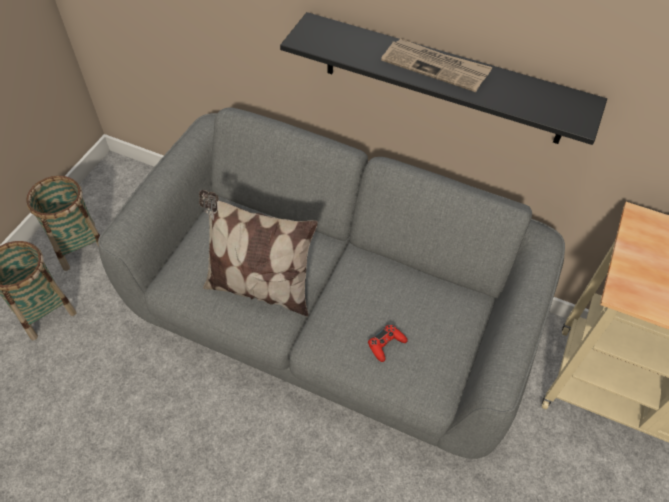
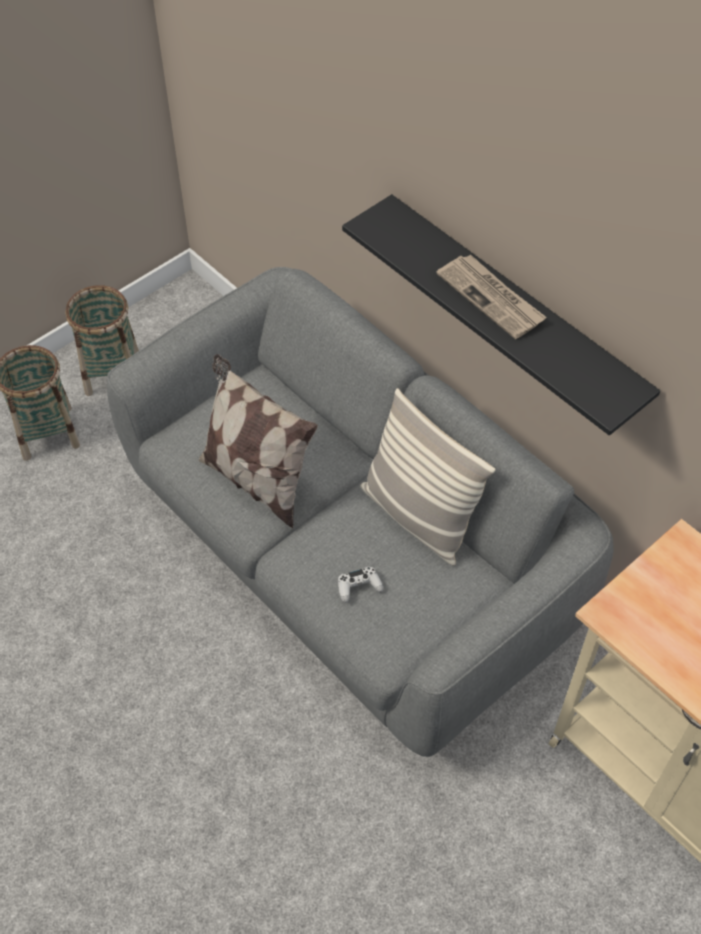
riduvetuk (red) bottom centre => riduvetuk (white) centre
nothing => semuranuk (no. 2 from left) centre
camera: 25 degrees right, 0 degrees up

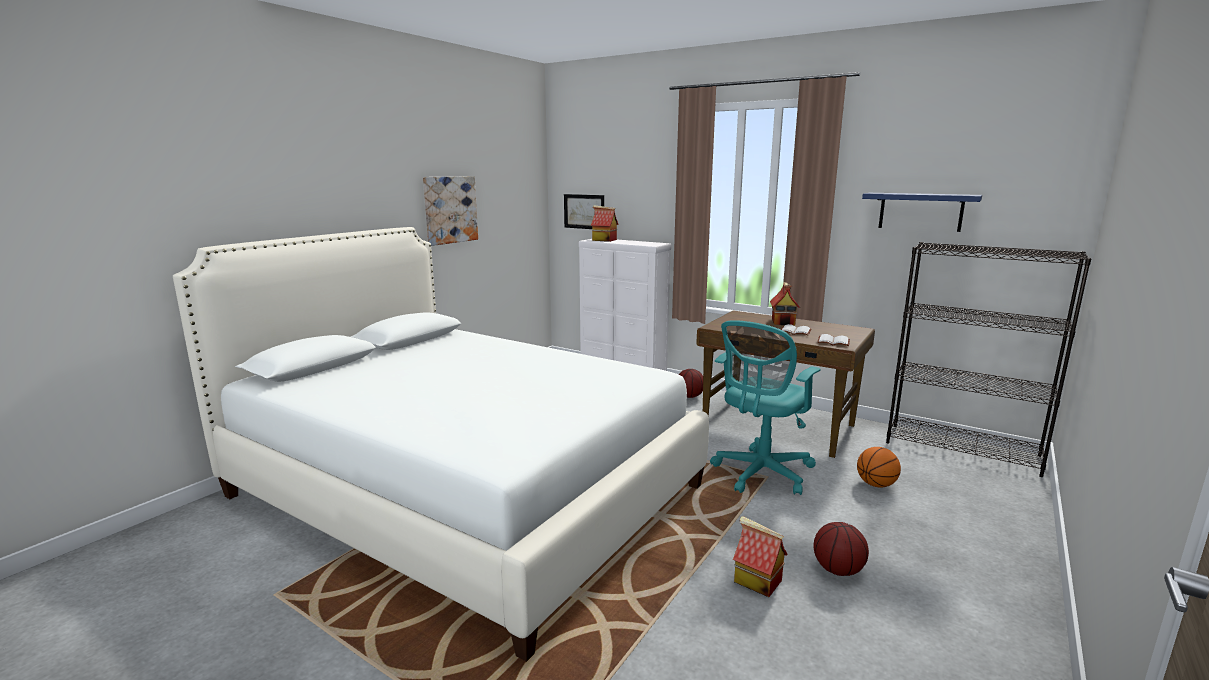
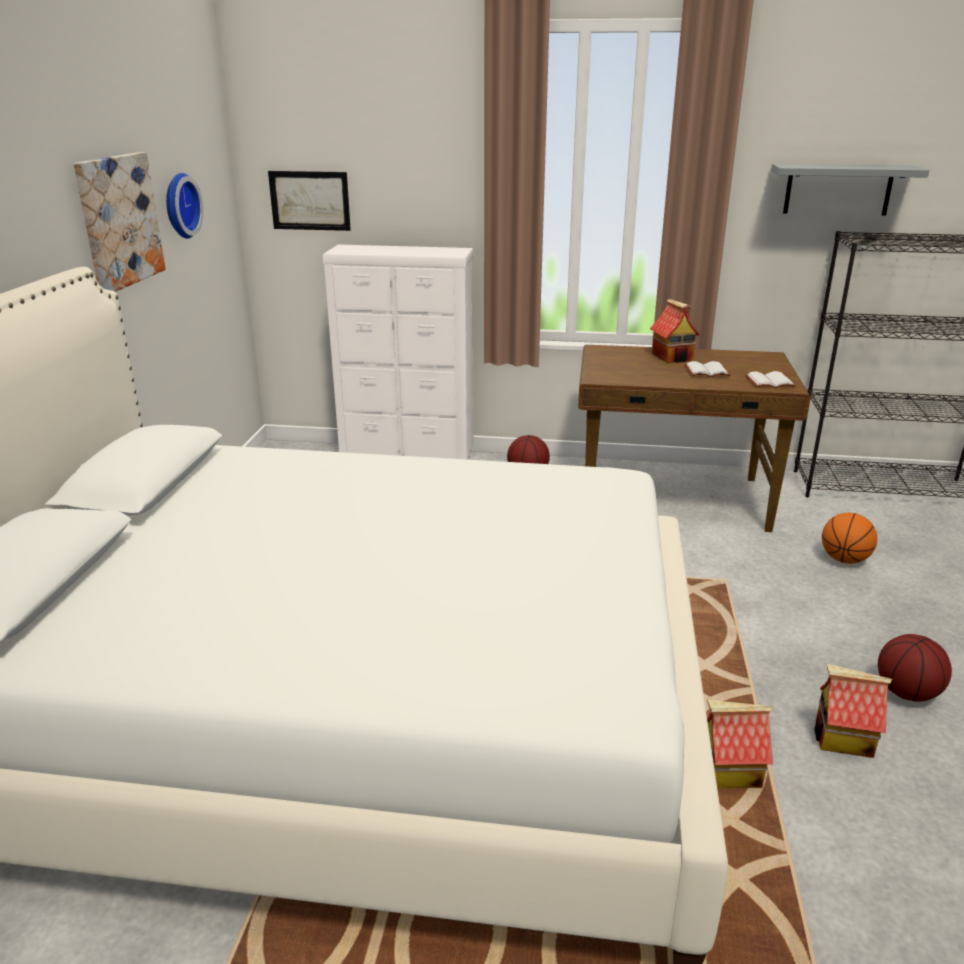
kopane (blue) top right => kopane (grey) top right
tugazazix (no. 1 from left in the first image) top centre => tugazazix (no. 2 from left) bottom right, shifted
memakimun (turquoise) centre => nothing
nothing => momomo top left
camera: 25 degrees left, 10 degrees up

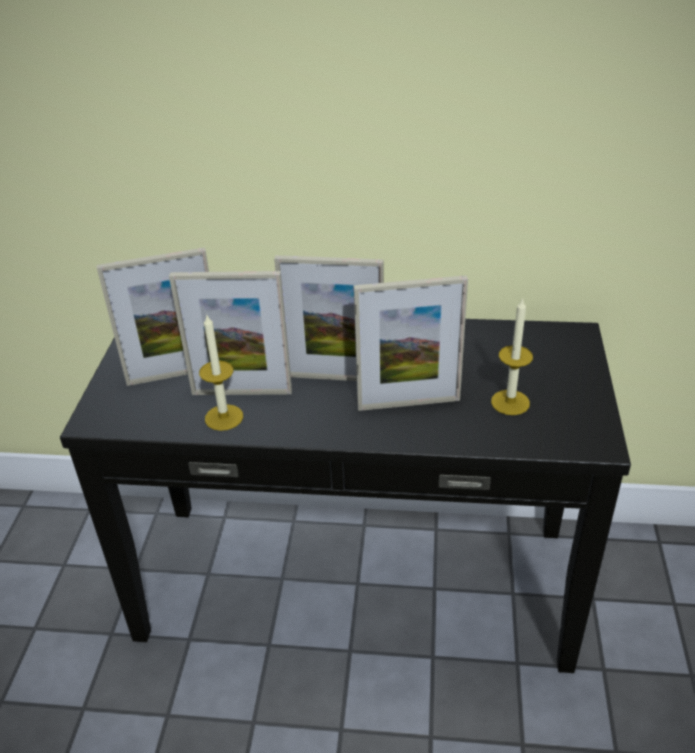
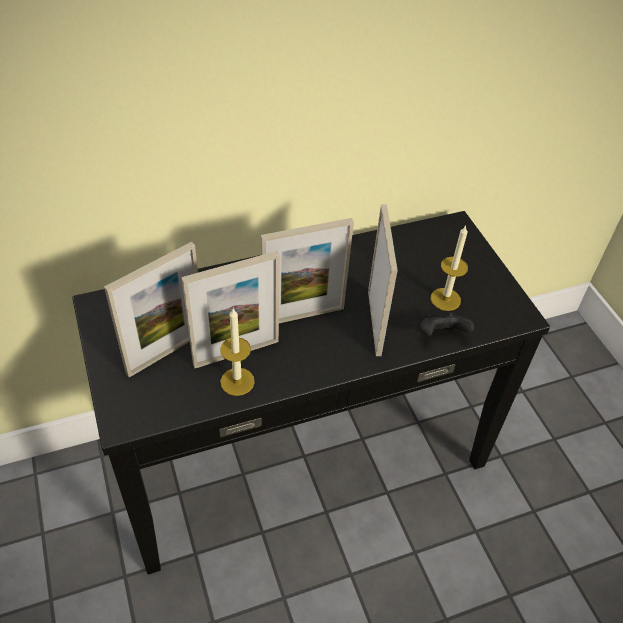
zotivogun (no. 4 from left) centre, 60 degrees counterclockwise
nothing => riduvetuk (black) middle right
camera: 30 degrees left, 10 degrees up

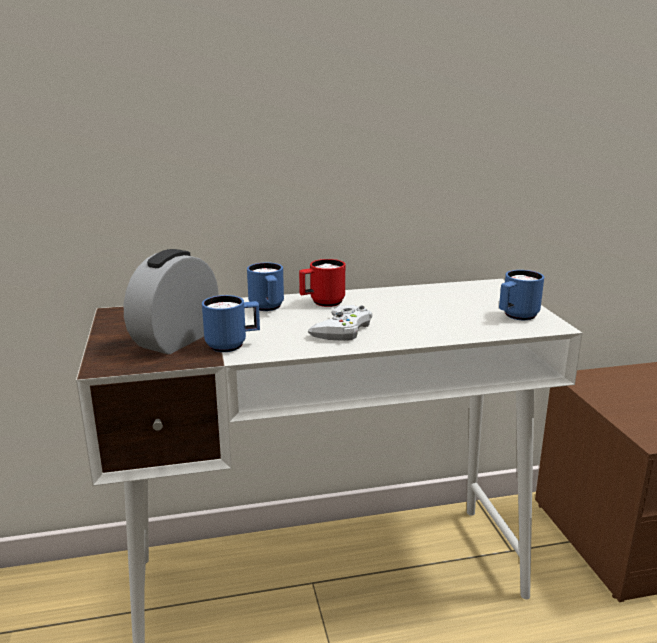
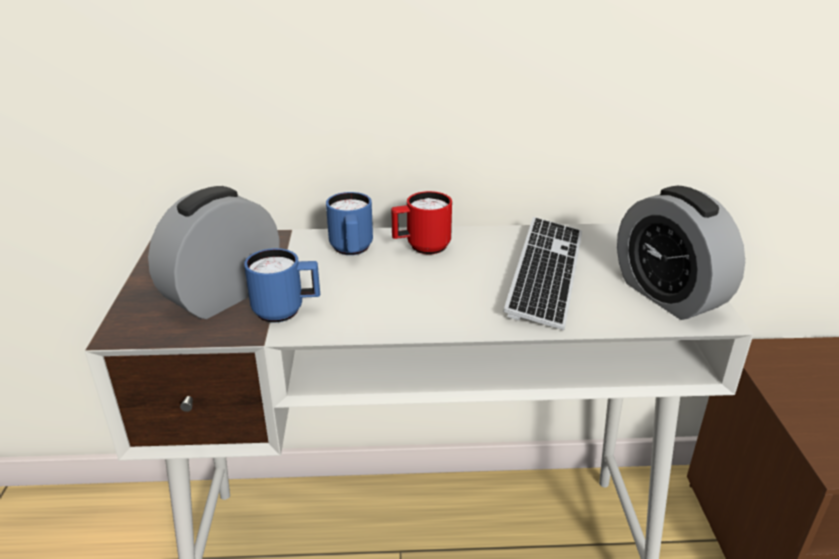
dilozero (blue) (no. 3 from left) middle right => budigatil (no. 2 from left) middle right
riduvetuk (white) centre => nothing
nothing => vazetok centre
camera: 10 degrees right, 10 degrees up

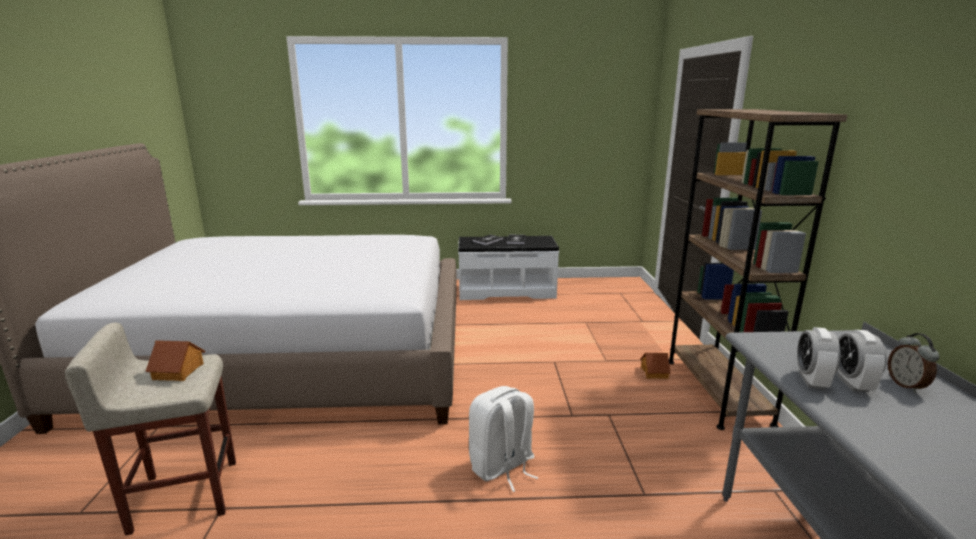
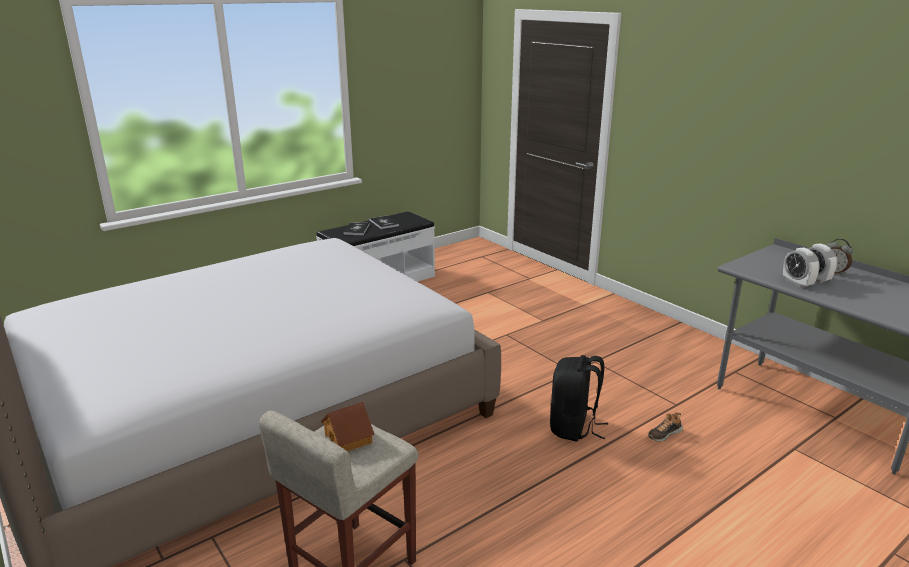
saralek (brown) middle right => nothing
tugazazix (no. 2 from left) bottom right => nothing
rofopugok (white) bottom centre => rofopugok (black) bottom centre
nothing => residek bottom right
camera: 35 degrees left, 5 degrees up

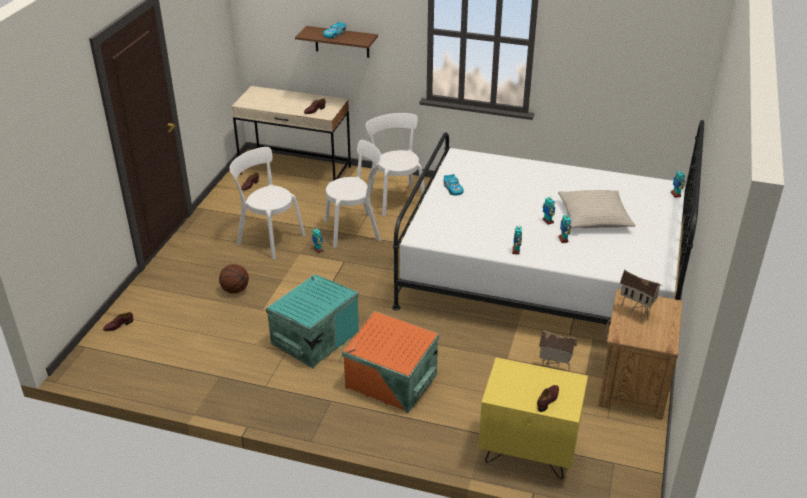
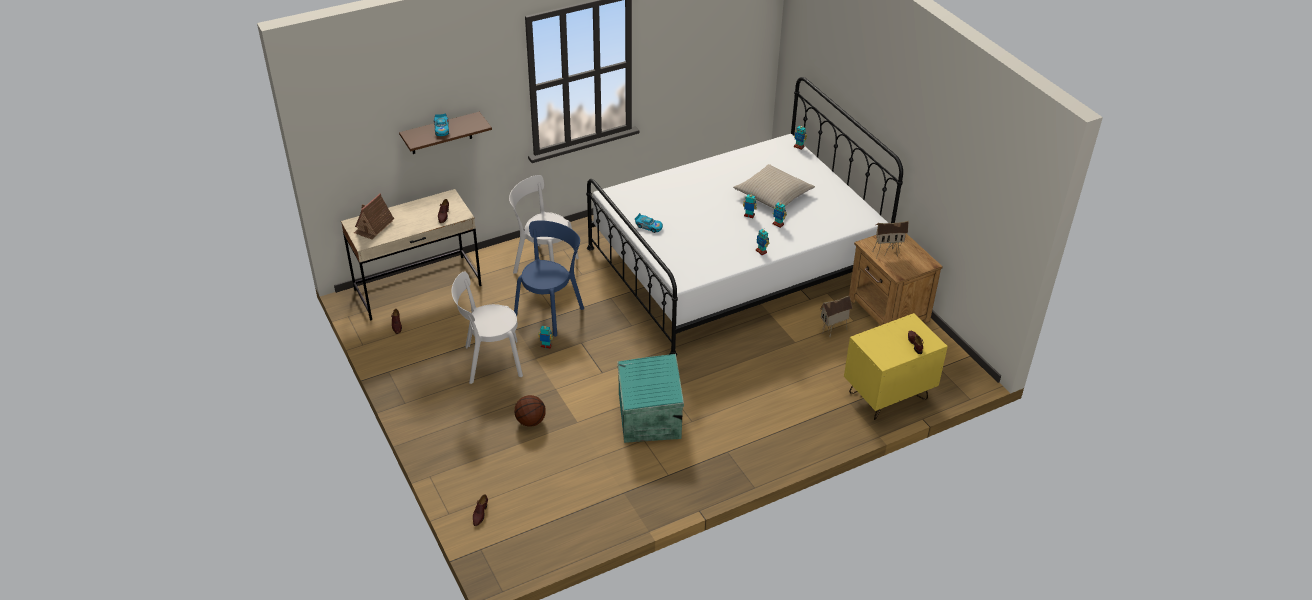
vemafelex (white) (no. 2 from left) centre => vemafelex (blue) centre
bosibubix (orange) bottom centre => nothing
nothing => tugazazix (no. 1 from left) middle left
camera: 45 degrees left, 5 degrees up

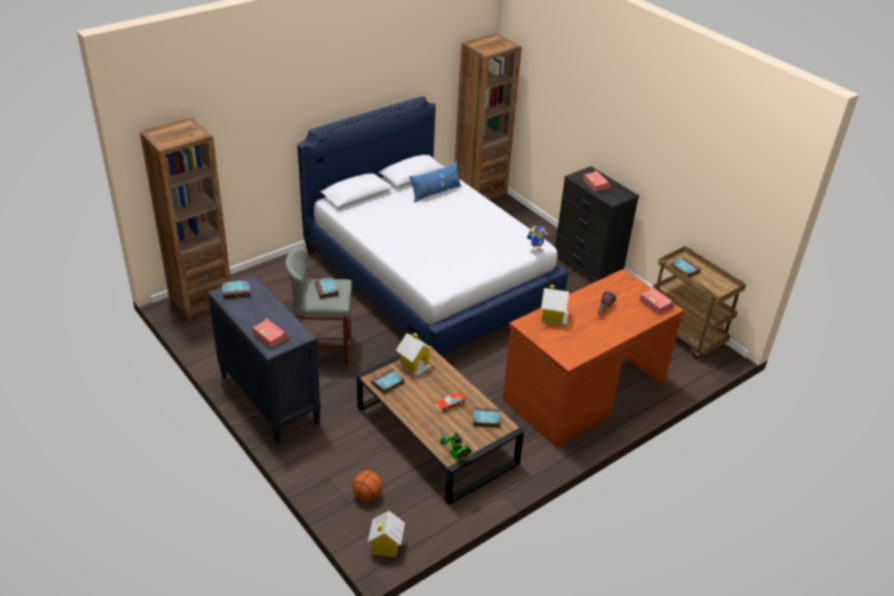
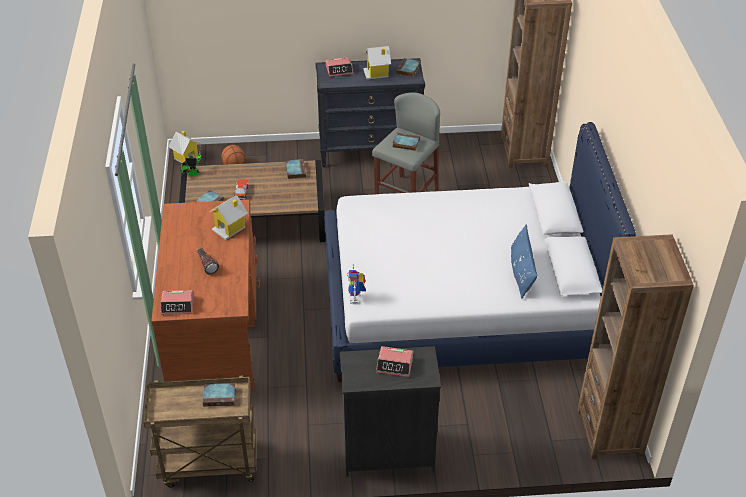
tugazazix (no. 2 from left in the first image) centre => tugazazix (no. 3 from left) top centre, shifted
camera: 125 degrees right, 5 degrees up

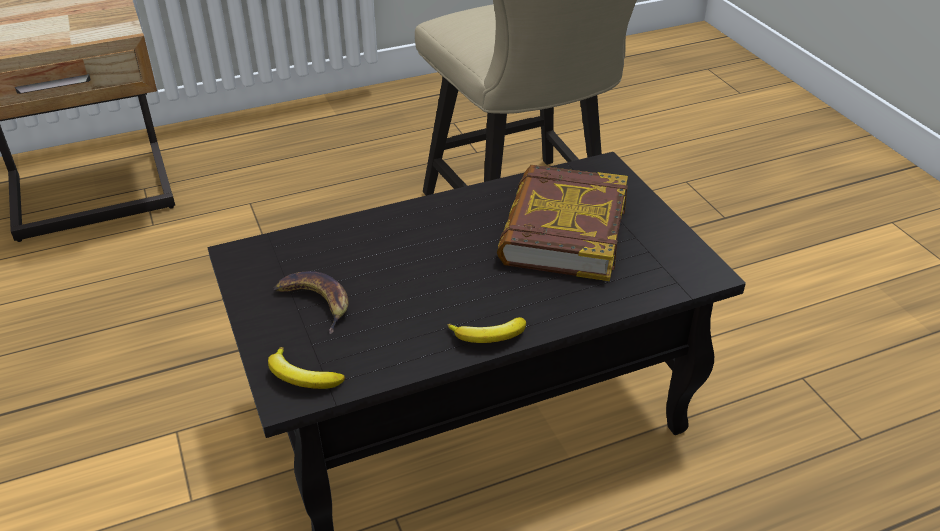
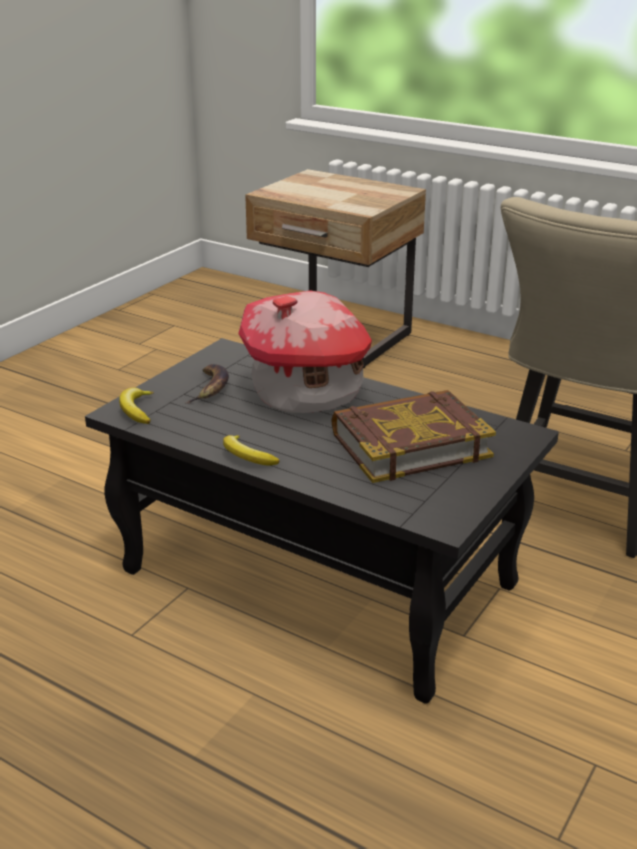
nothing => tugazazix centre
camera: 55 degrees right, 10 degrees down

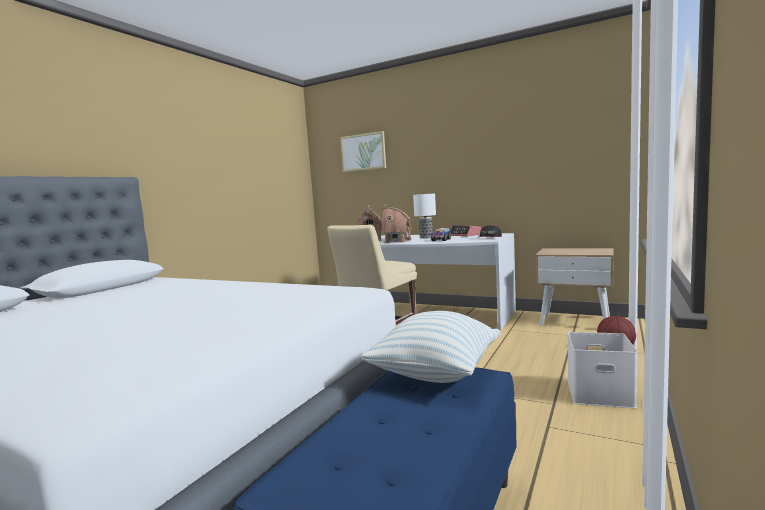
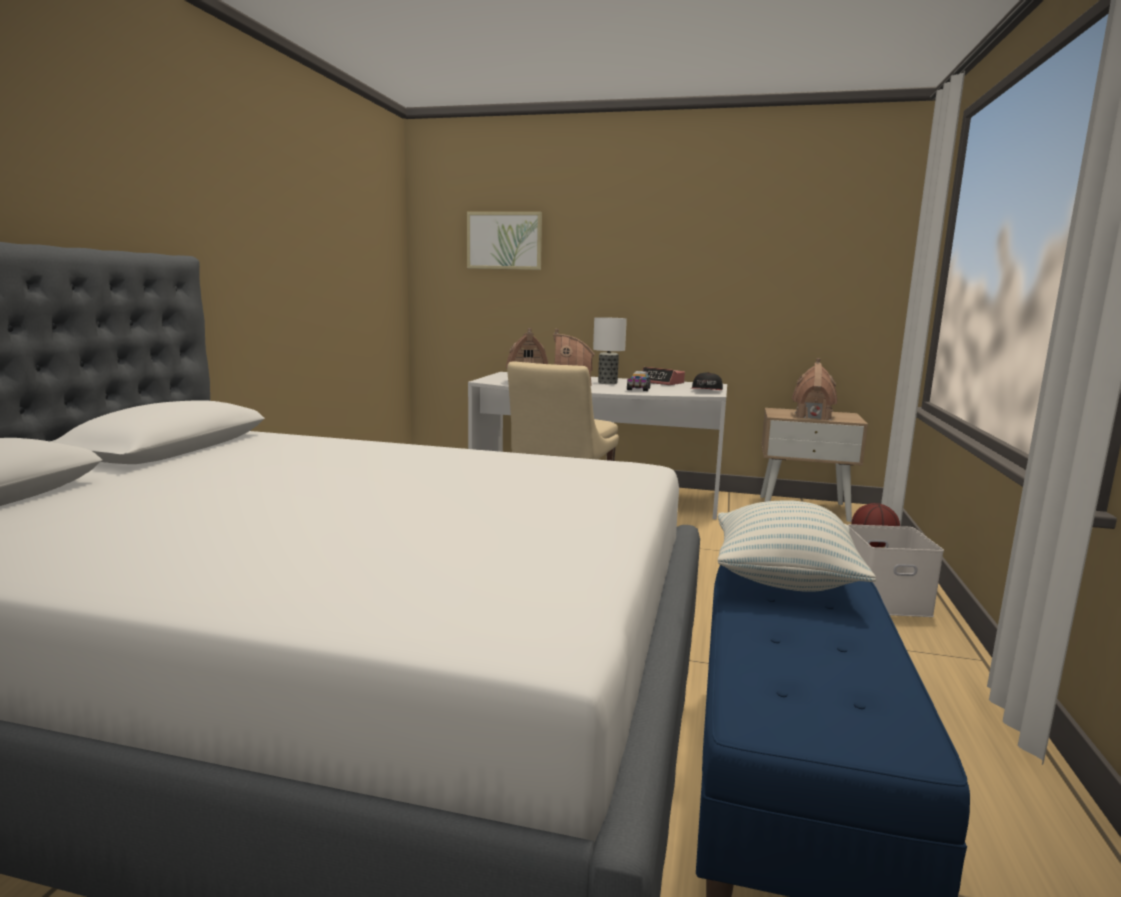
nothing => tugazazix (no. 3 from left) middle right
camera: 15 degrees left, 5 degrees up

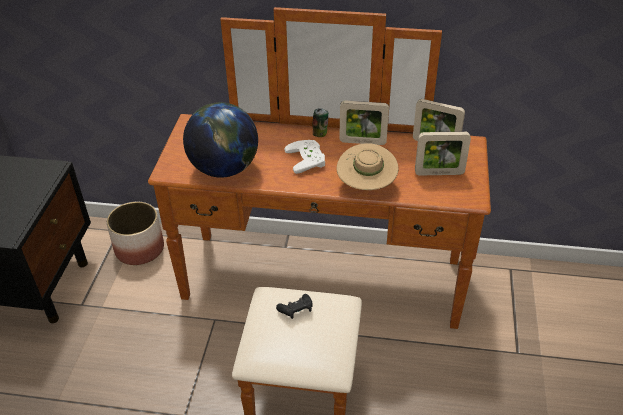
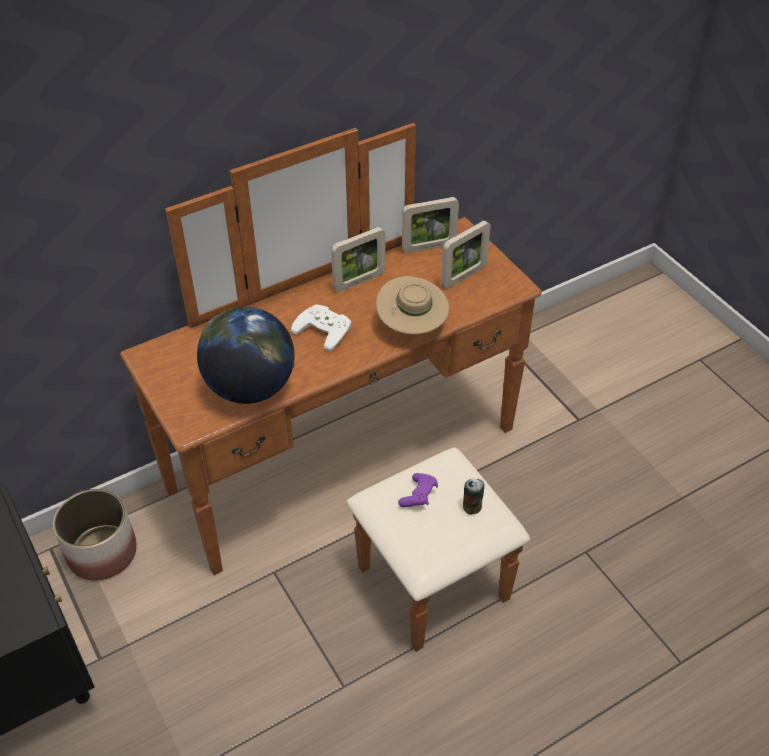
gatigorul top centre => gatigorul centre, shifted
riduvetuk (black) bottom centre => riduvetuk (purple) centre
camera: 40 degrees left, 5 degrees up

